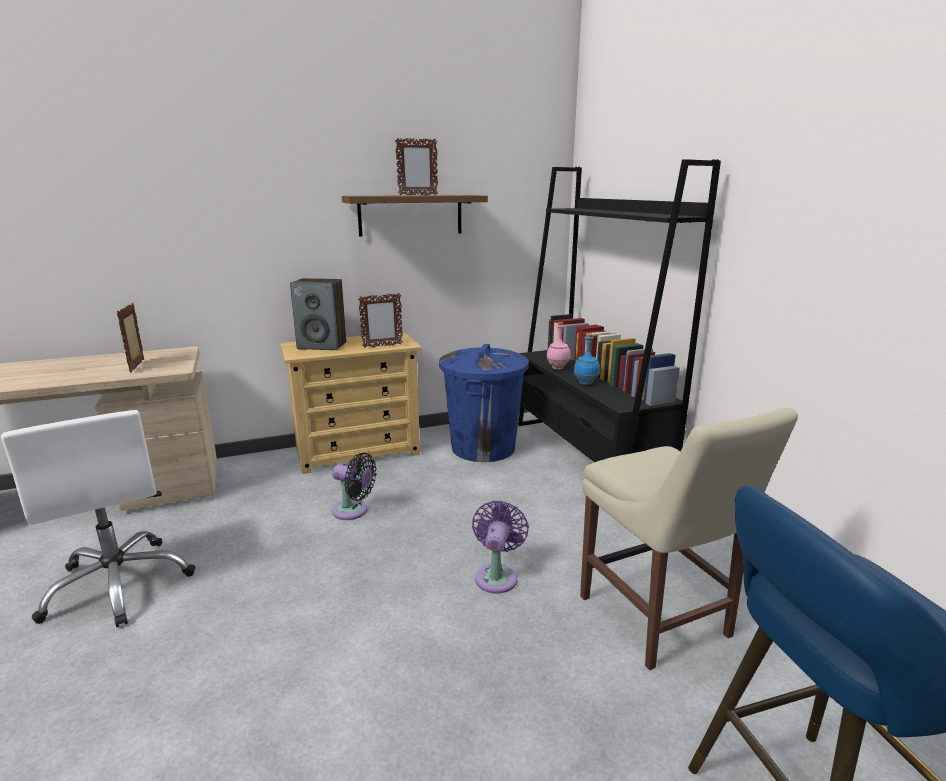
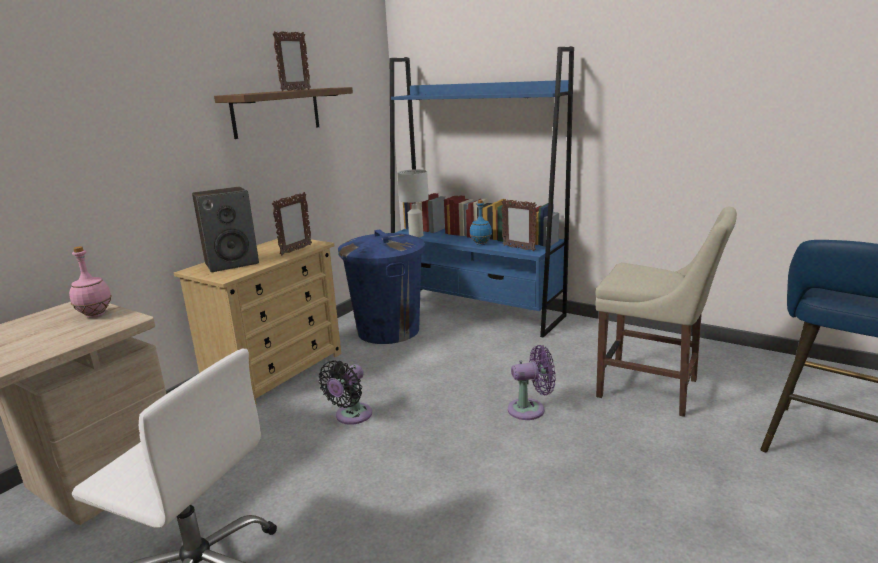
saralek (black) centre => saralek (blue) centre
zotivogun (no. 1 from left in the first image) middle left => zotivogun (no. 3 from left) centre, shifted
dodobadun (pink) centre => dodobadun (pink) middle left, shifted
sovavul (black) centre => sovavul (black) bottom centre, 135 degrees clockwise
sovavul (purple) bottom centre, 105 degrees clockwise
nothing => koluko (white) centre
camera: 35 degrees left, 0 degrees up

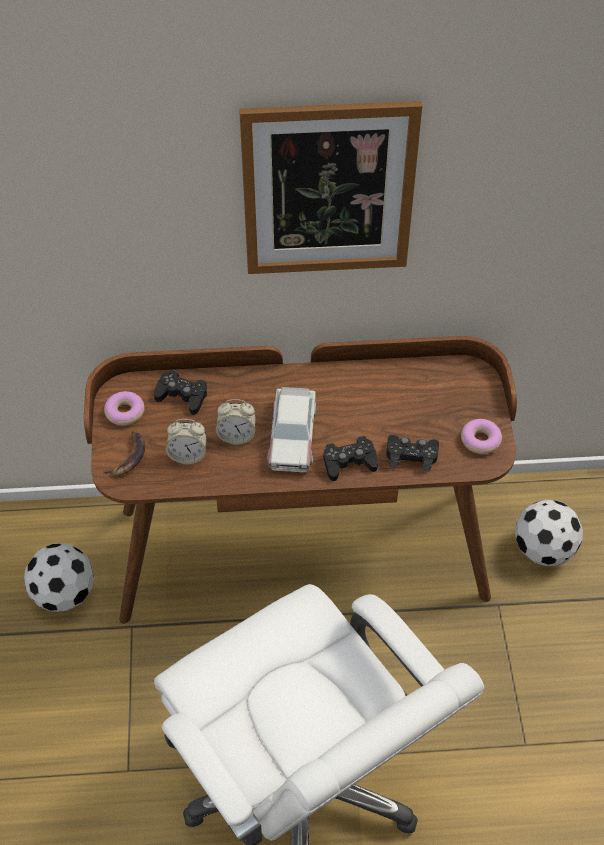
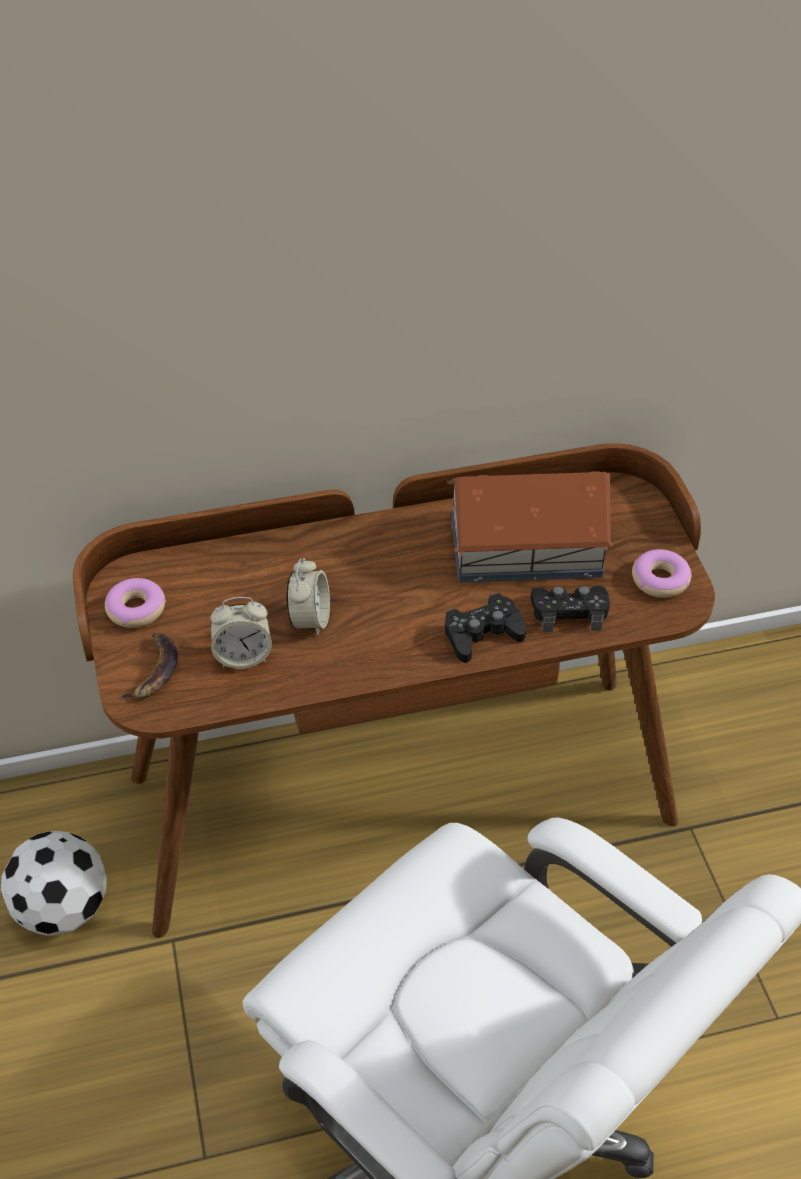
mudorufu top centre => nothing
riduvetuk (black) (no. 1 from left) middle left => nothing
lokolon centre => nothing
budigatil (no. 2 from left) centre, 75 degrees counterclockwise
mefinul (no. 2 from left) middle right => nothing
nothing => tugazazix centre
camera: 10 degrees left, 5 degrees down

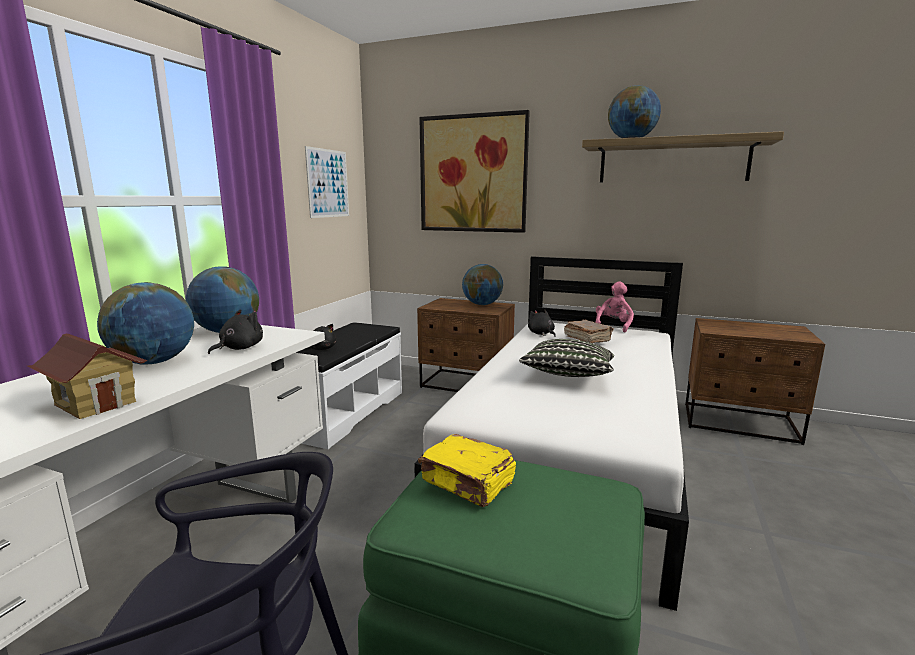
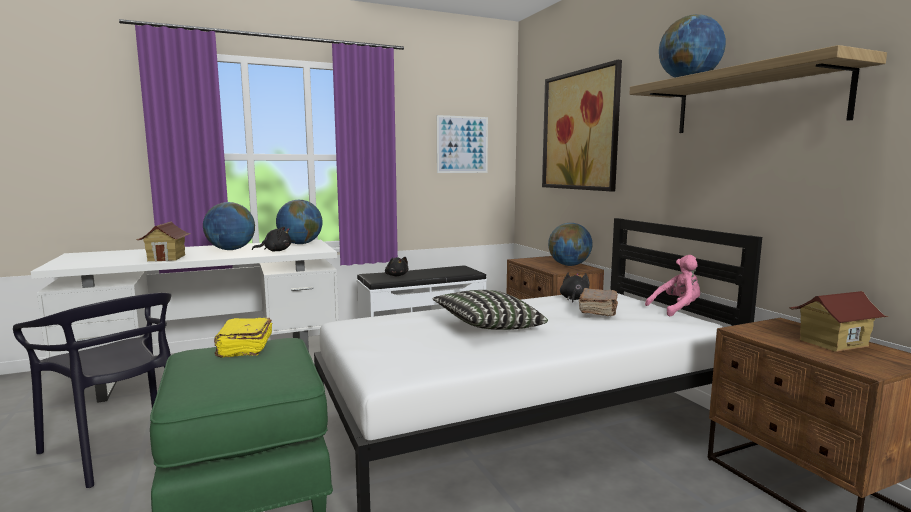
nothing => tugazazix (no. 2 from left) middle right
camera: 45 degrees right, 5 degrees down

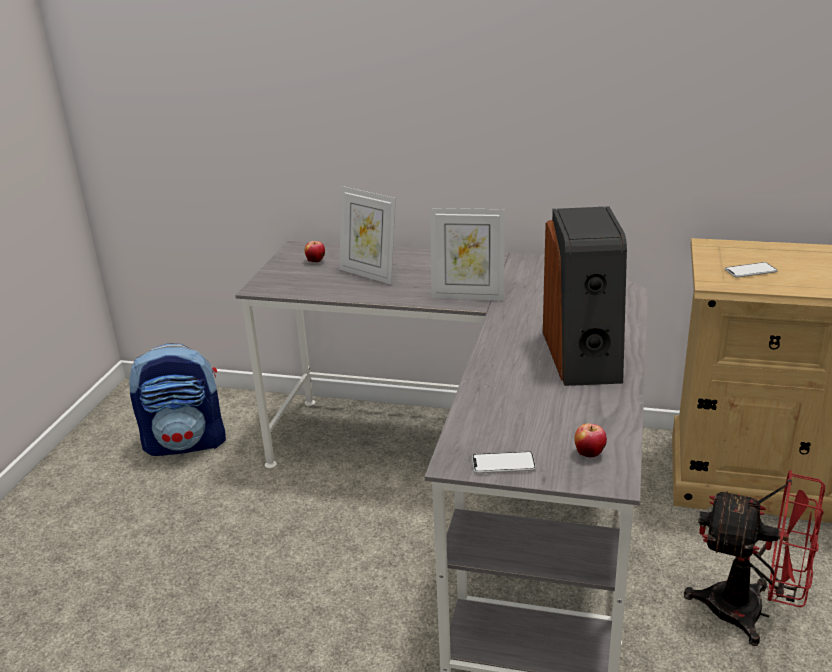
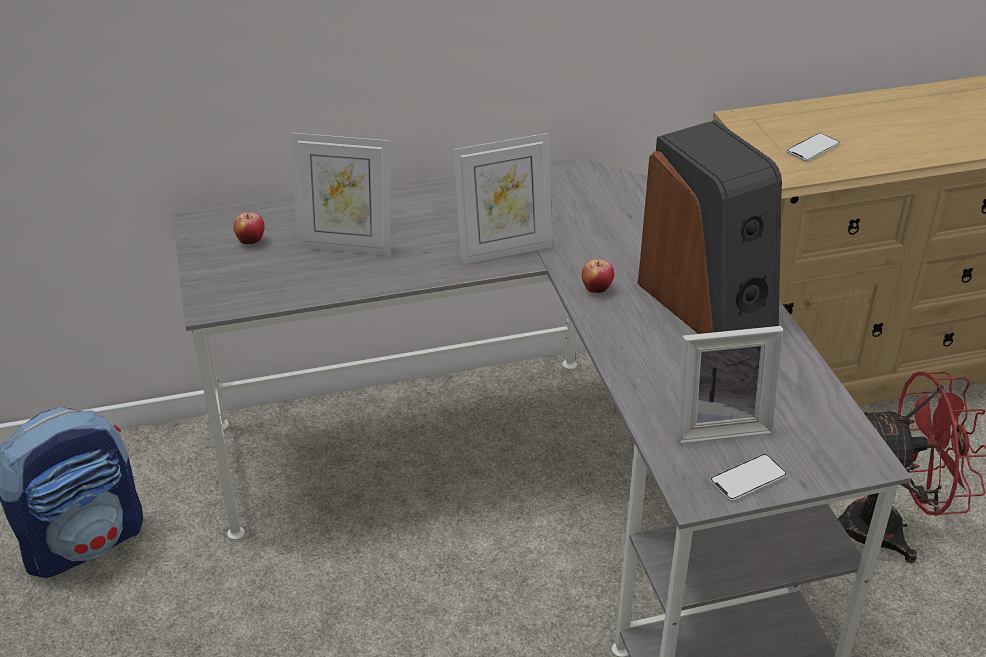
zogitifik (no. 2 from left) middle right => zogitifik (no. 2 from left) centre, shifted
nothing => zotivogun (no. 3 from left) middle right
camera: 30 degrees left, 10 degrees up

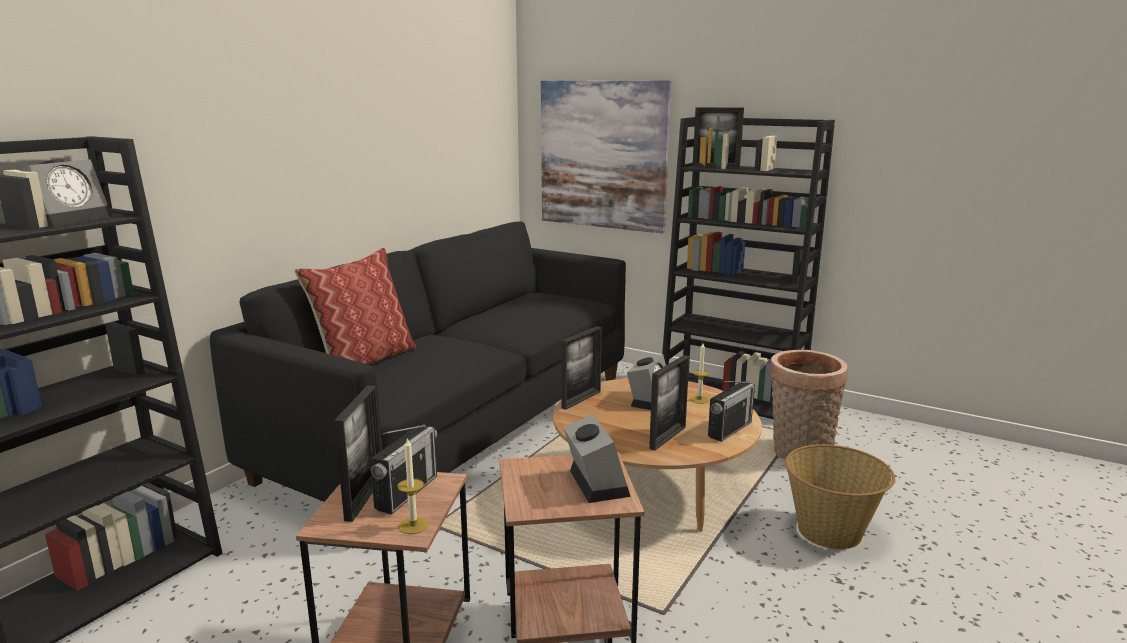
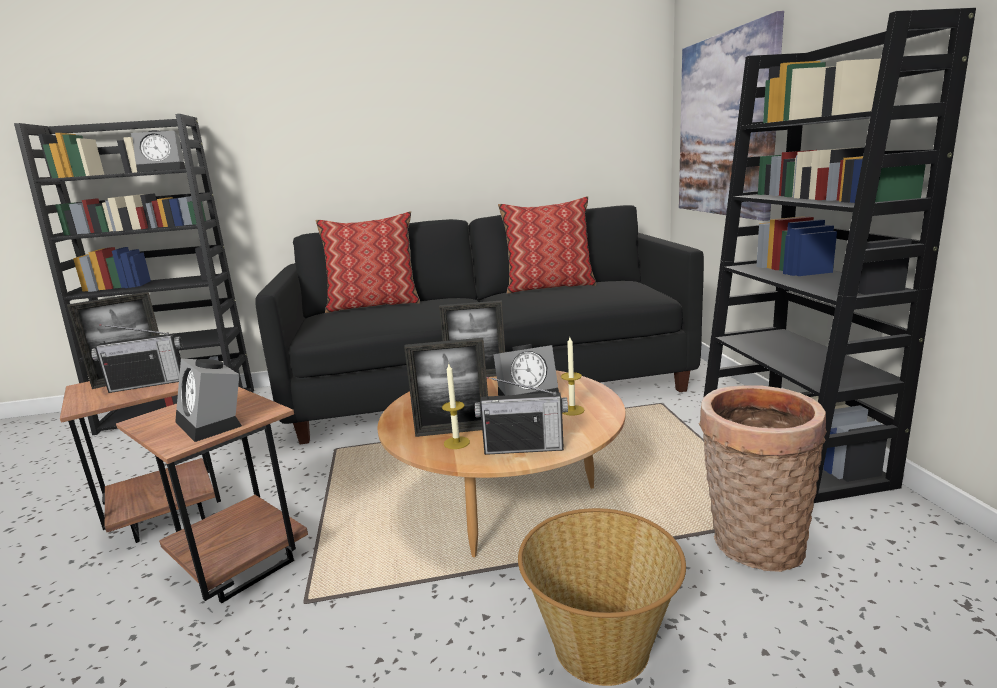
zotivogun (no. 4 from left) top centre => nothing
budigatil (no. 2 from left) bottom centre => budigatil (no. 2 from left) middle left, 105 degrees clockwise
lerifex (no. 1 from left) bottom centre => lerifex (no. 1 from left) centre, shifted
nothing => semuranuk (no. 2 from left) centre
camera: 50 degrees right, 0 degrees up

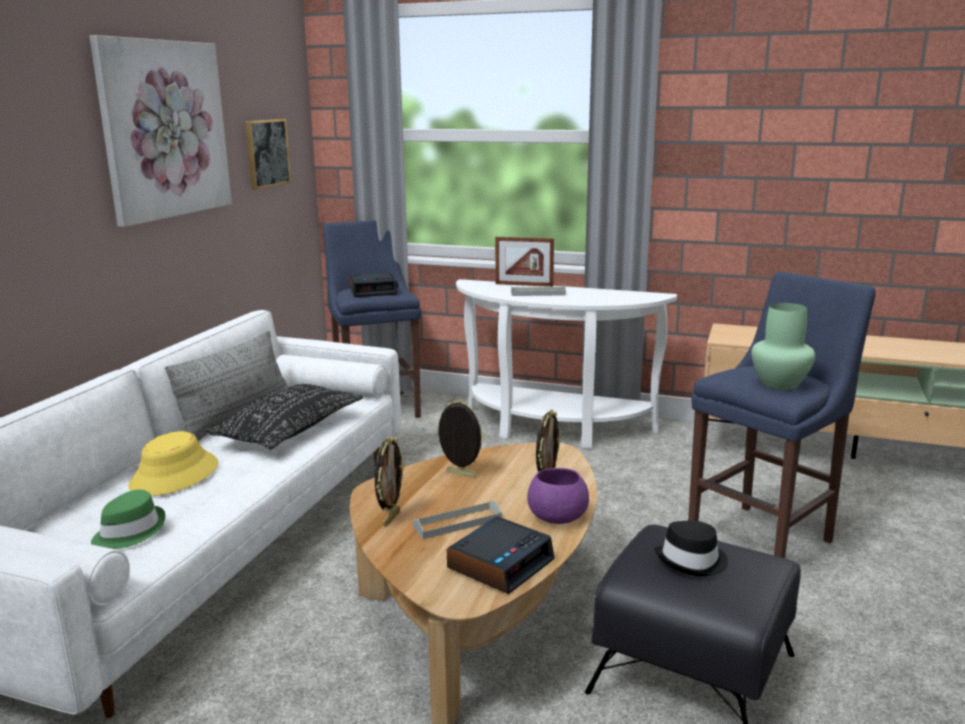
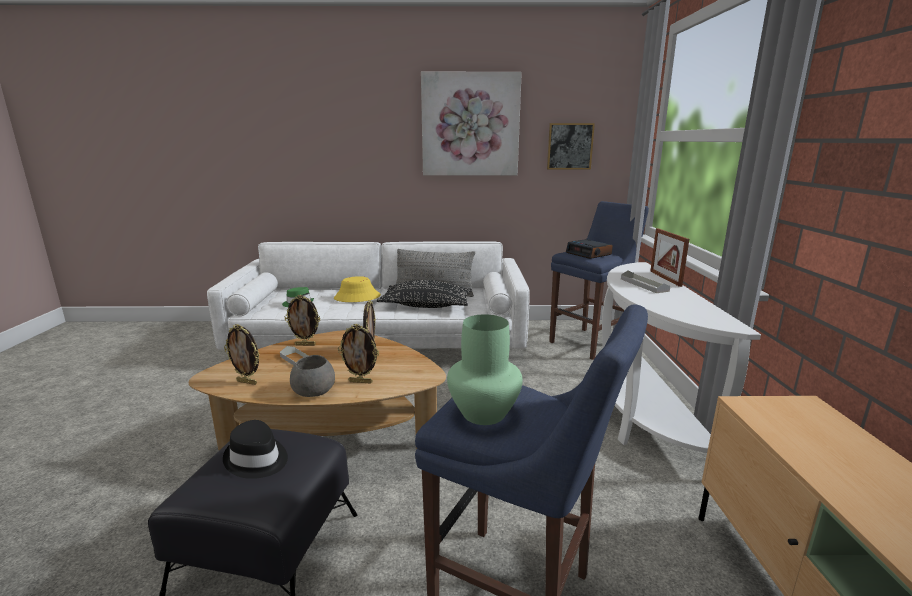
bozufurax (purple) bottom centre => bozufurax (grey) centre
budigatil (no. 2 from left) bottom centre => zotivogun (no. 1 from left) middle left
camera: 70 degrees right, 0 degrees up

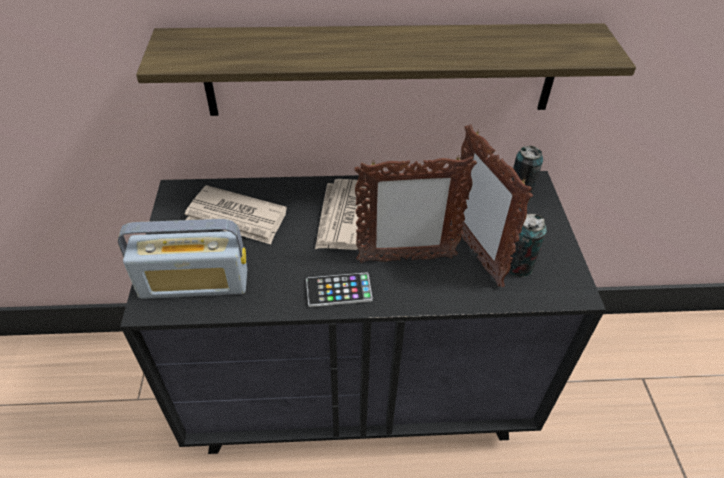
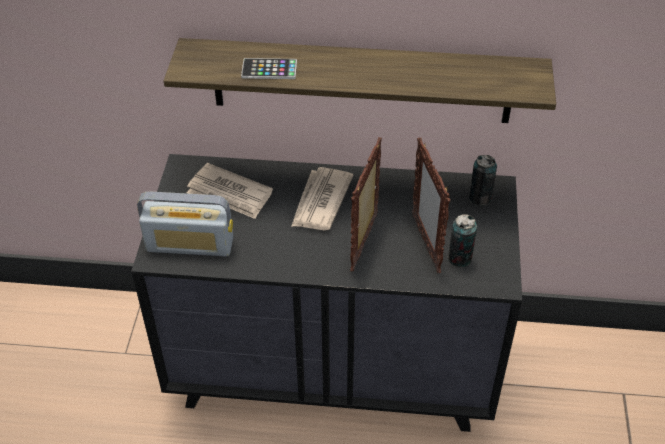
zotivogun (no. 1 from left) centre, 105 degrees clockwise
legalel centre => legalel top centre, shifted
camera: 10 degrees right, 0 degrees up

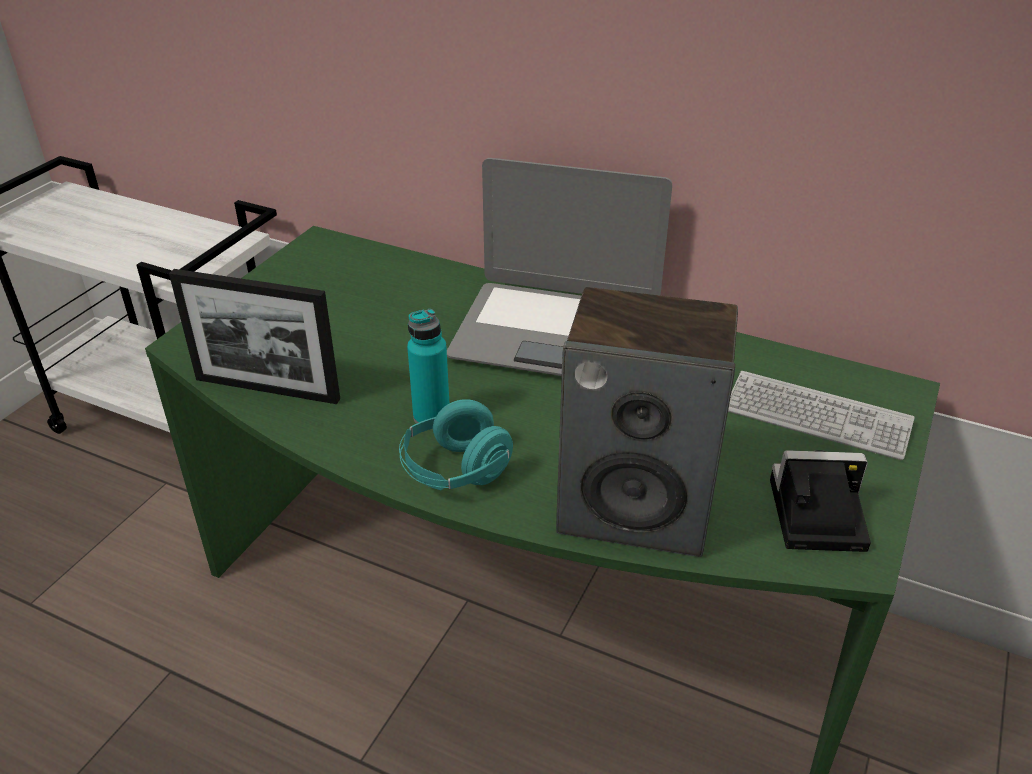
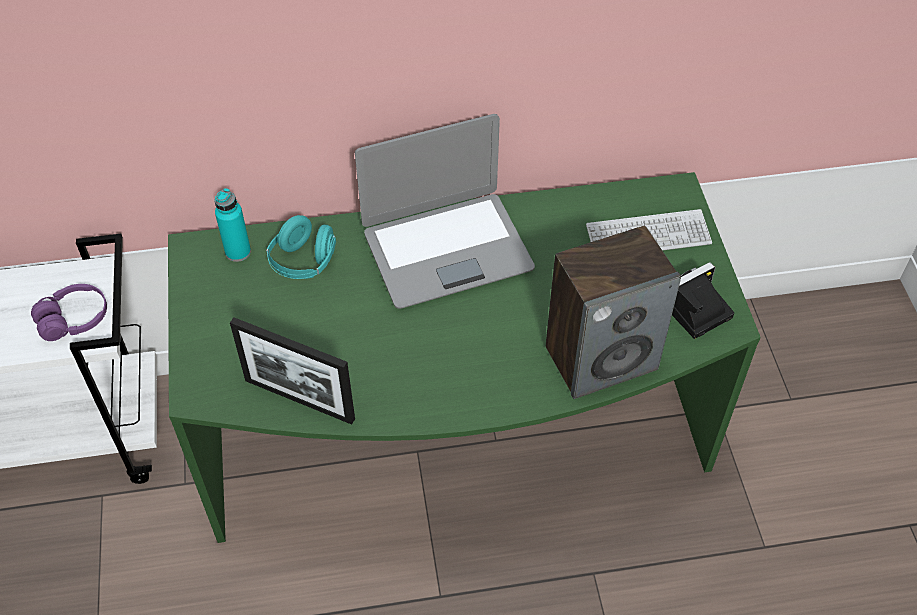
zotivogun middle left, 45 degrees clockwise
dodobadun (turquoise) centre => dodobadun (turquoise) middle left, shifted
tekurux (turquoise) centre => tekurux (turquoise) middle left, shifted
nothing => tekurux (purple) middle left
camera: 35 degrees left, 15 degrees up

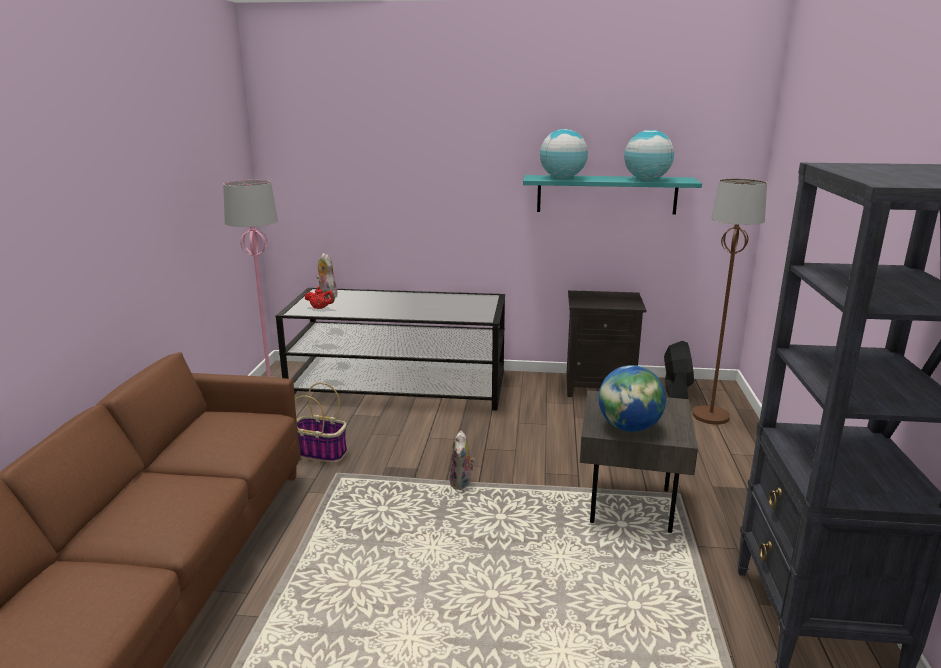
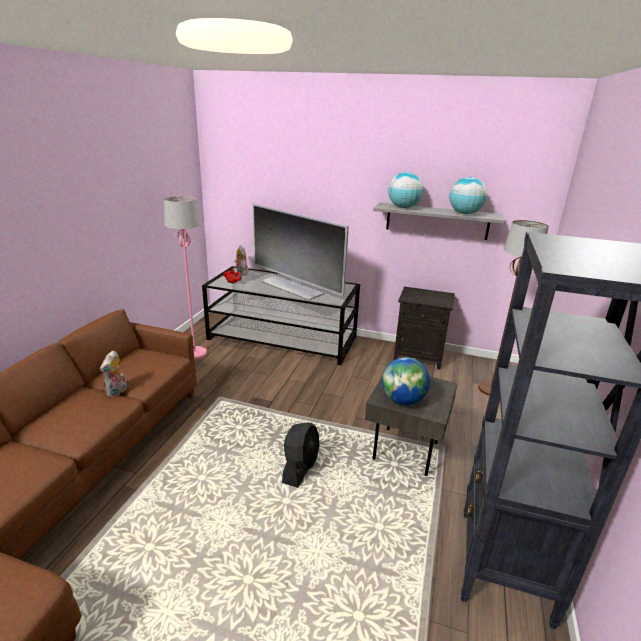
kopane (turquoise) top centre => kopane (grey) middle right
sovavul (black) middle right => sovavul (black) bottom centre, shifted
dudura centre => nothing
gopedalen (no. 2 from left in the first image) bottom centre => gopedalen (no. 1 from left) middle left, shifted
nothing => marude centre
camera: 10 degrees right, 5 degrees up

